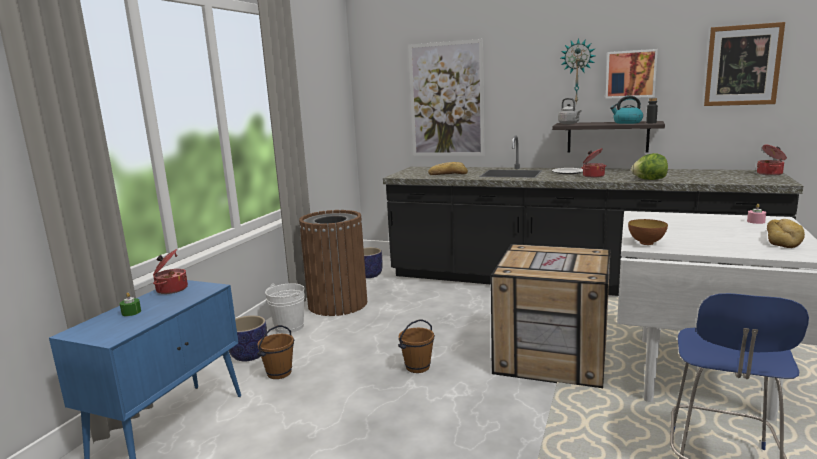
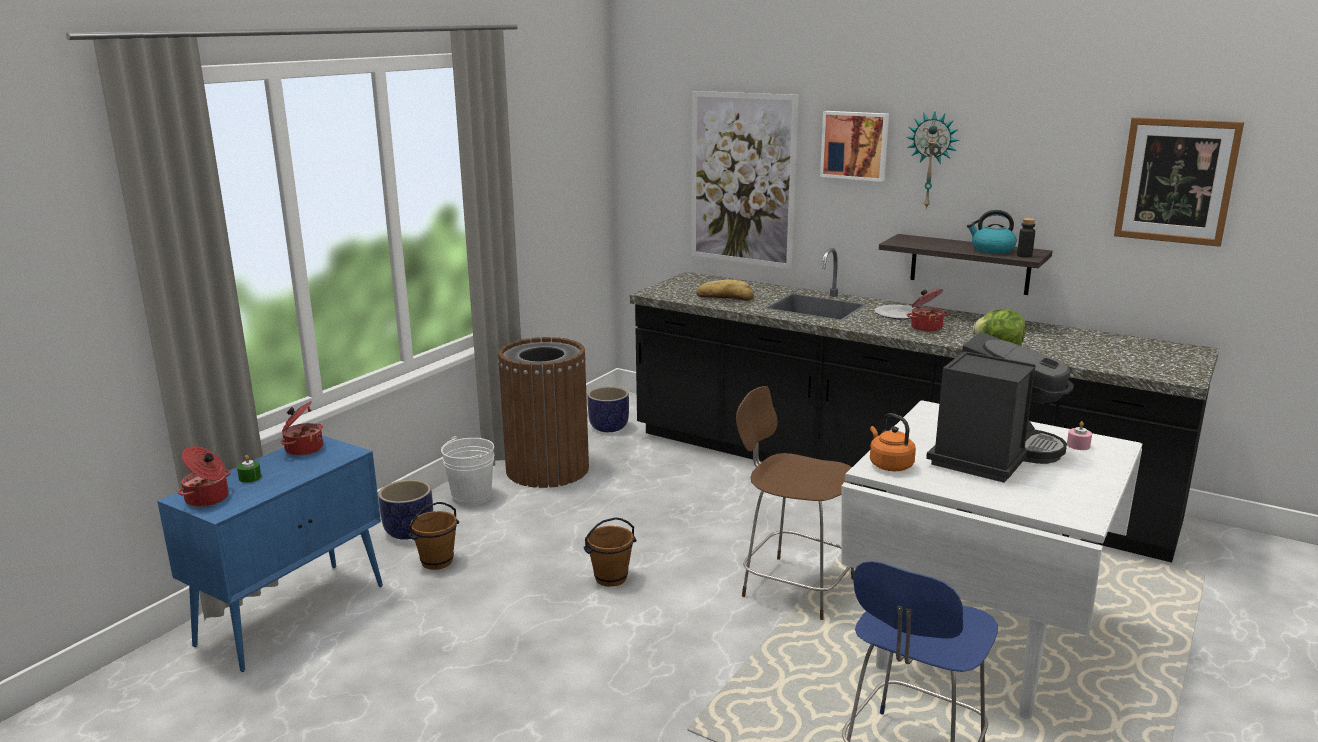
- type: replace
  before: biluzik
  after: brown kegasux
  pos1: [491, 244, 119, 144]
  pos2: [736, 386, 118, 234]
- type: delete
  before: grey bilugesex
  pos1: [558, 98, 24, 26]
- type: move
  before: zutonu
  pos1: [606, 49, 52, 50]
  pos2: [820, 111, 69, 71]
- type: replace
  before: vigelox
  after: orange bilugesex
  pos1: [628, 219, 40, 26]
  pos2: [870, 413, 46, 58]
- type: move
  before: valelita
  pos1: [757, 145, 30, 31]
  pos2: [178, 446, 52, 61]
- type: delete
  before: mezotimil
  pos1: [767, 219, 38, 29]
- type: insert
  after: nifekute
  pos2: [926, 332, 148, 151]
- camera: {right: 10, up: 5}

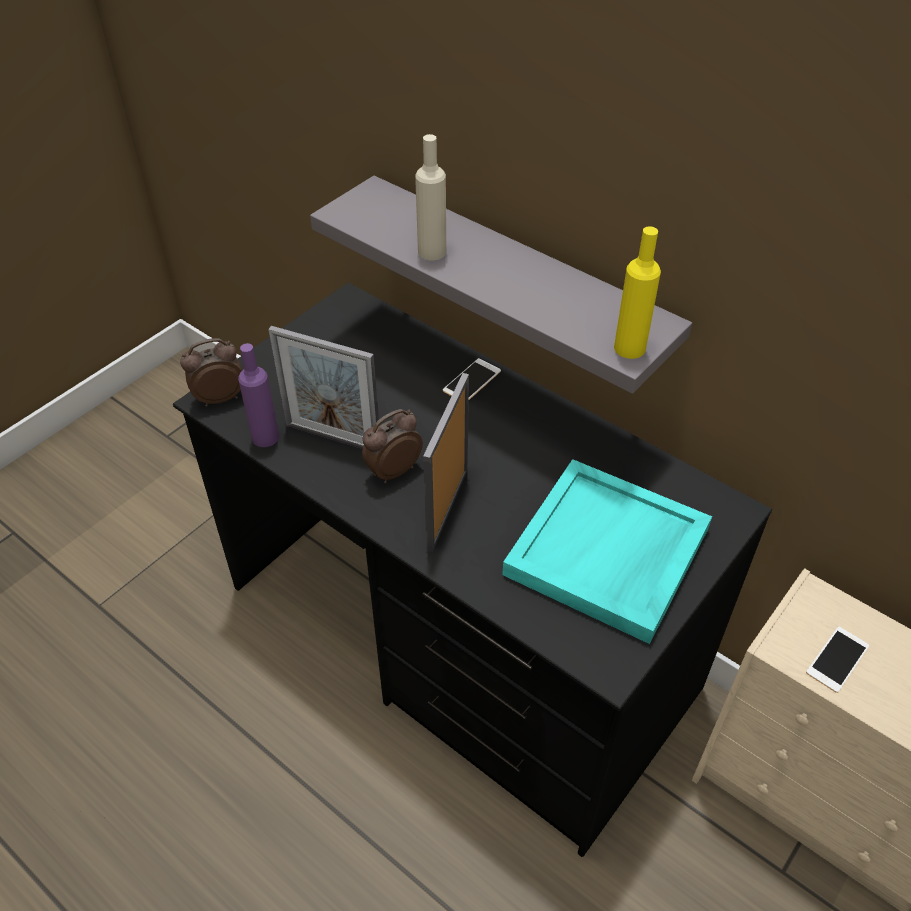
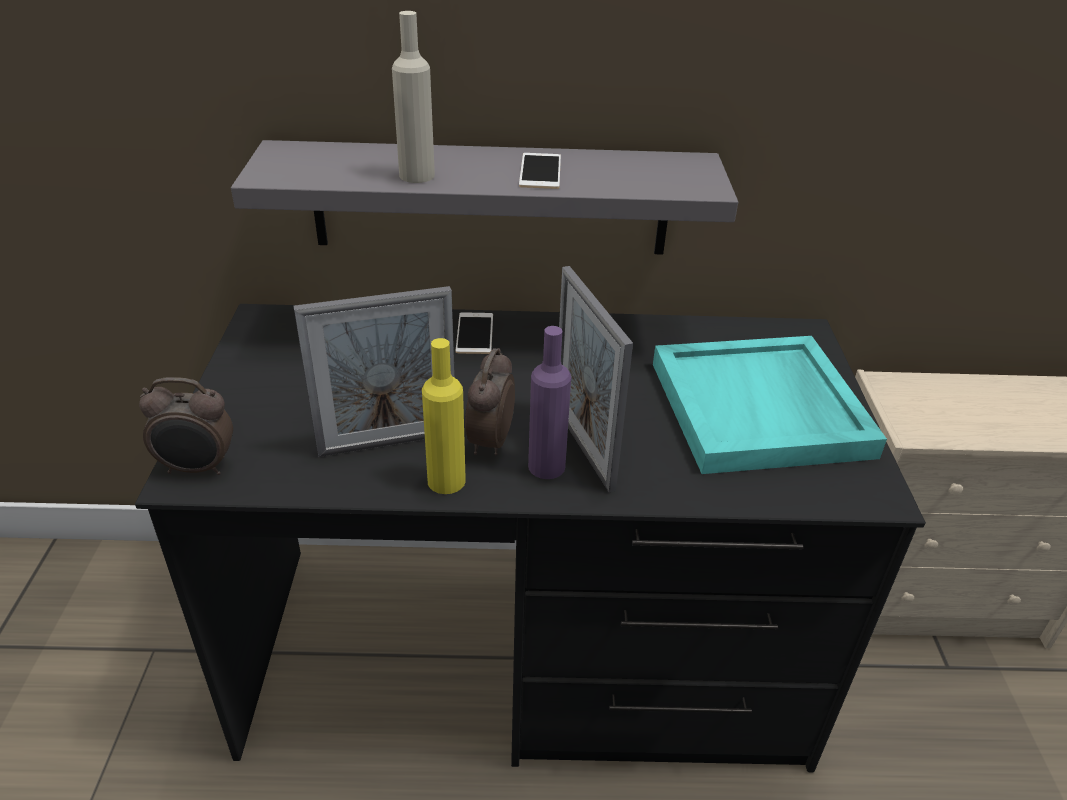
- type: rotate
  before: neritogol
  pos1: [180, 338, 62, 69]
  pos2: [139, 377, 94, 98]
  turn: -120
- type: move
  before: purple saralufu
  pos1: [238, 343, 41, 104]
  pos2: [528, 326, 43, 153]
- type: move
  before: yellow saralufu
  pos1: [614, 226, 47, 133]
  pos2: [422, 338, 44, 156]
- type: move
  before: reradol
  pos1: [806, 627, 63, 66]
  pos2: [519, 153, 42, 36]
- camera: {right: -40, up: -10}

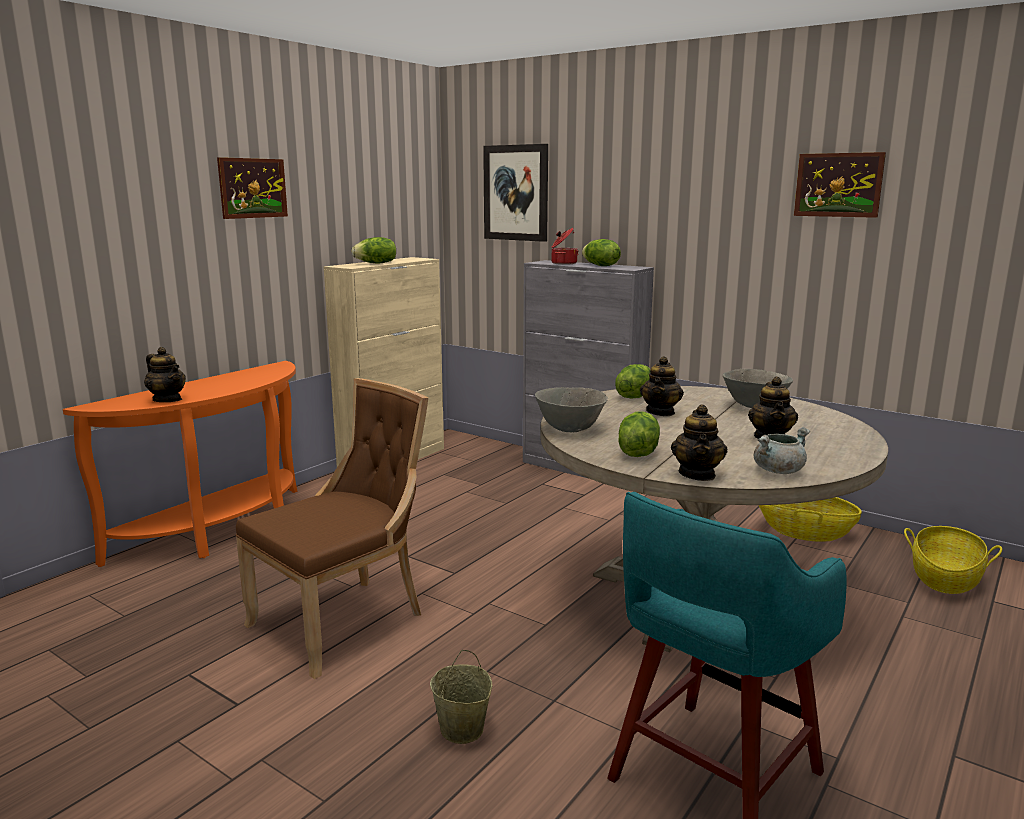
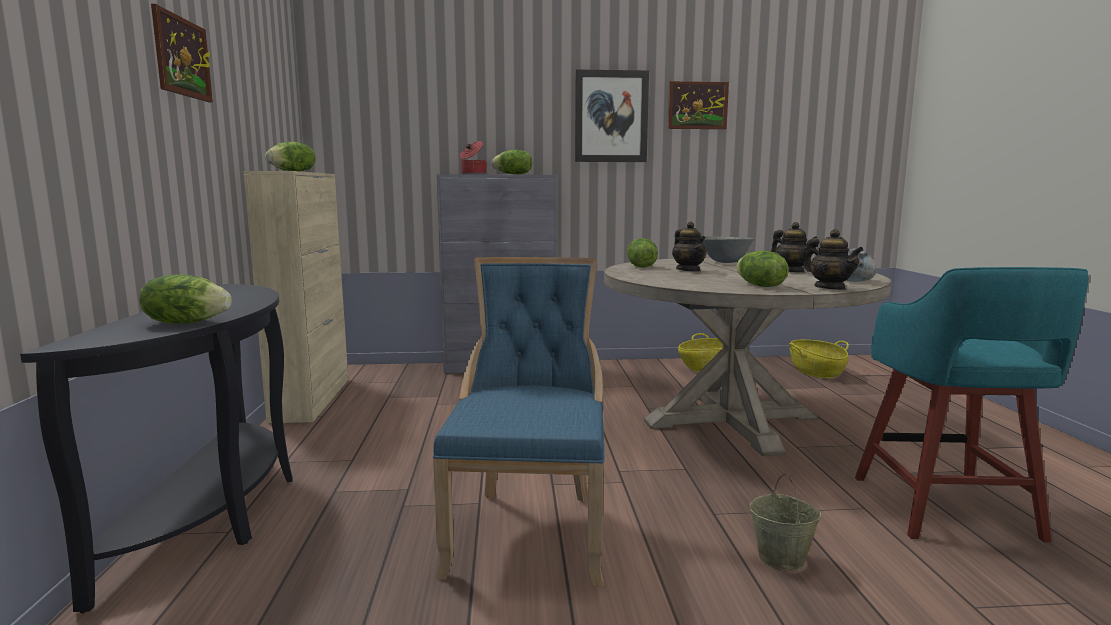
- type: recolor
  before: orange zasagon
  after: black zasagon
  pos1: [63, 361, 234, 206]
  pos2: [20, 284, 273, 329]
- type: replace
  before: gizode
  after: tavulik
  pos1: [144, 347, 42, 55]
  pos2: [139, 275, 93, 49]
- type: recolor
  before: brown kegasux
  after: blue kegasux
  pos1: [236, 378, 192, 301]
  pos2: [433, 257, 171, 329]
- type: move
  before: zutonu
  pos1: [483, 144, 65, 98]
  pos2: [575, 70, 74, 92]
- type: delete
  before: grey vigelox
  pos1: [535, 387, 73, 45]
- camera: {right: -40, up: -5}

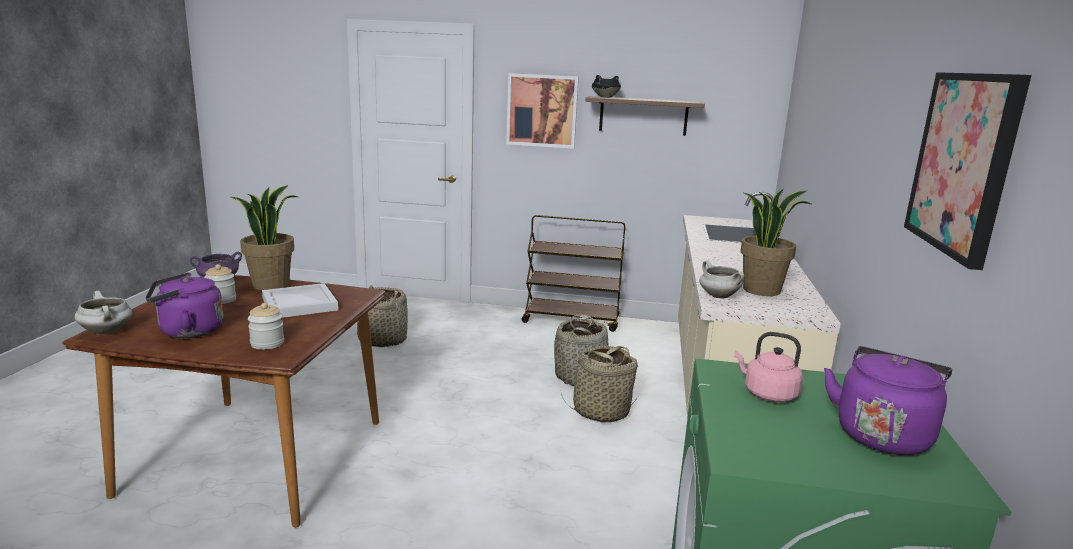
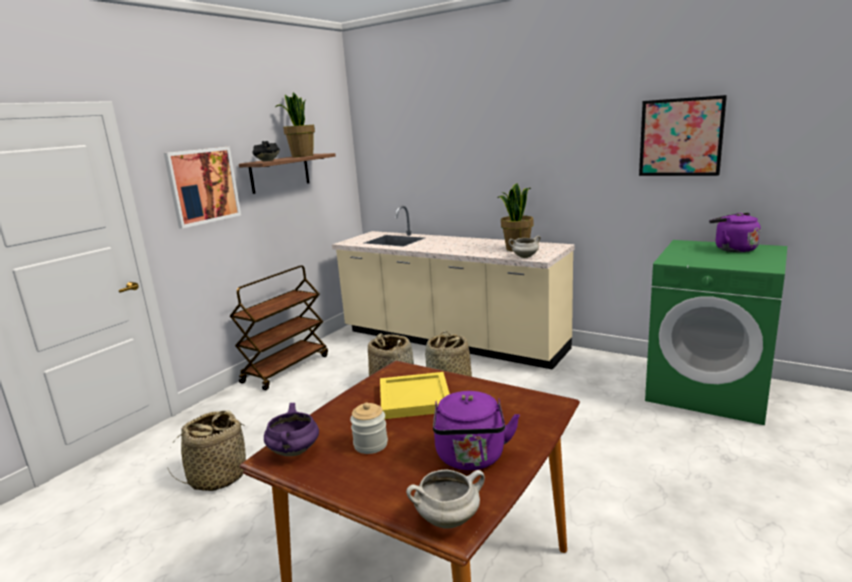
- type: move
  before: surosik
  pos1: [231, 185, 67, 105]
  pos2: [276, 92, 39, 65]
- type: delete
  before: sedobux
  pos1: [248, 303, 36, 47]
- type: recolor
  before: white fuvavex
  after: yellow fuvavex
  pos1: [262, 283, 76, 35]
  pos2: [380, 372, 70, 47]
- type: delete
  before: pink bilugesex
  pos1: [734, 332, 69, 70]
- camera: {right: -65, up: 0}

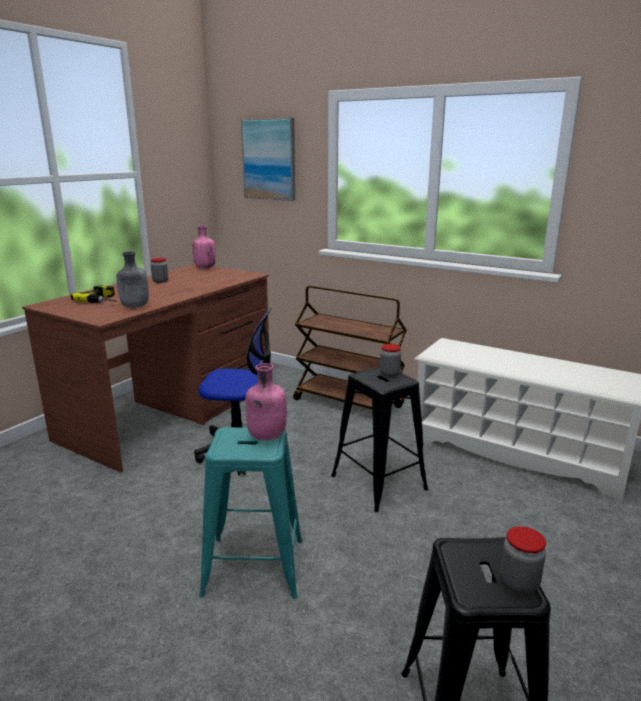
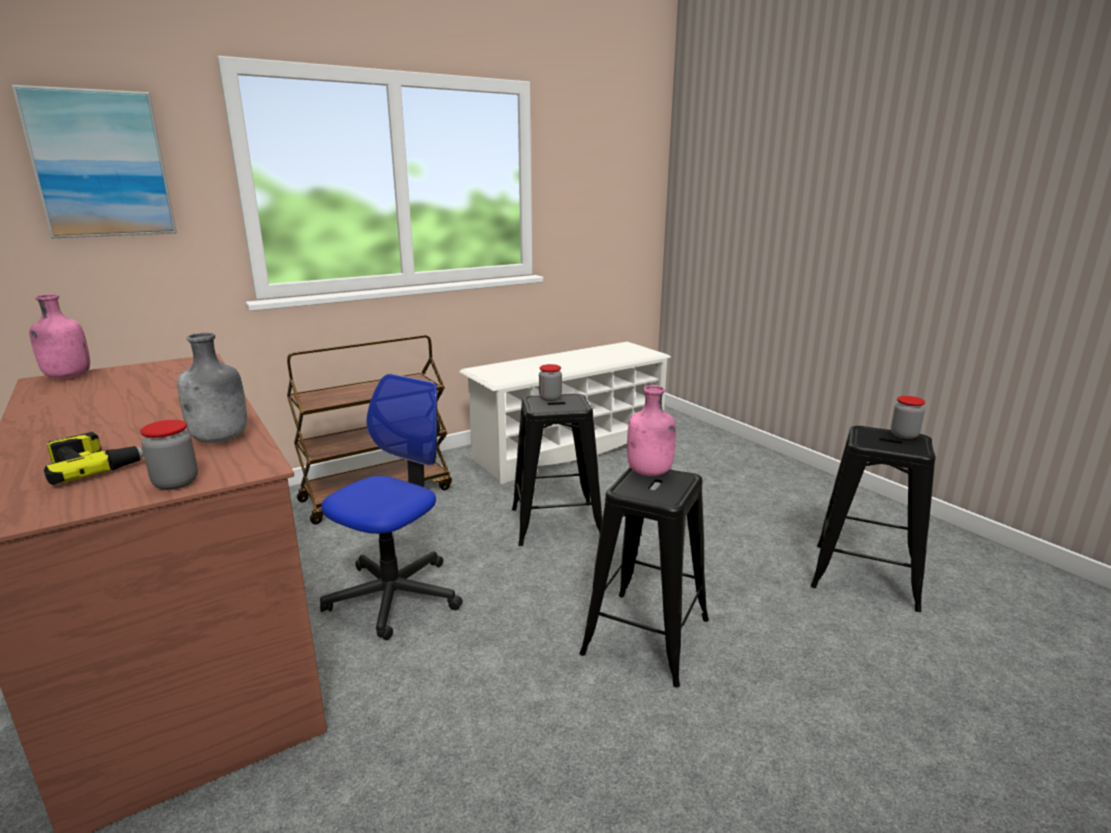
- type: move
  before: sedobux
  pos1: [151, 258, 17, 25]
  pos2: [140, 420, 58, 70]
- type: recolor
  before: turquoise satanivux
  after: black satanivux
  pos1: [199, 427, 103, 172]
  pos2: [579, 467, 130, 220]
- camera: {right: -65, up: 0}

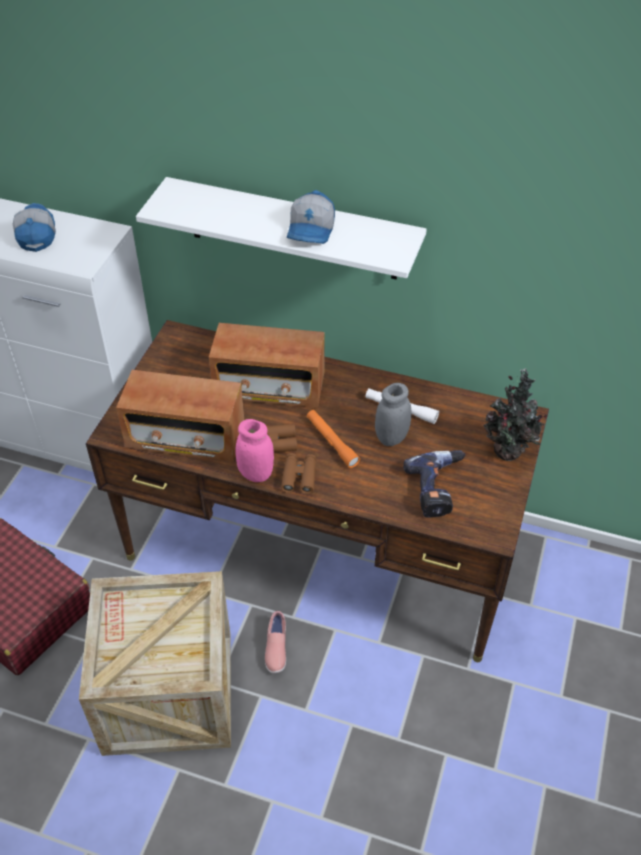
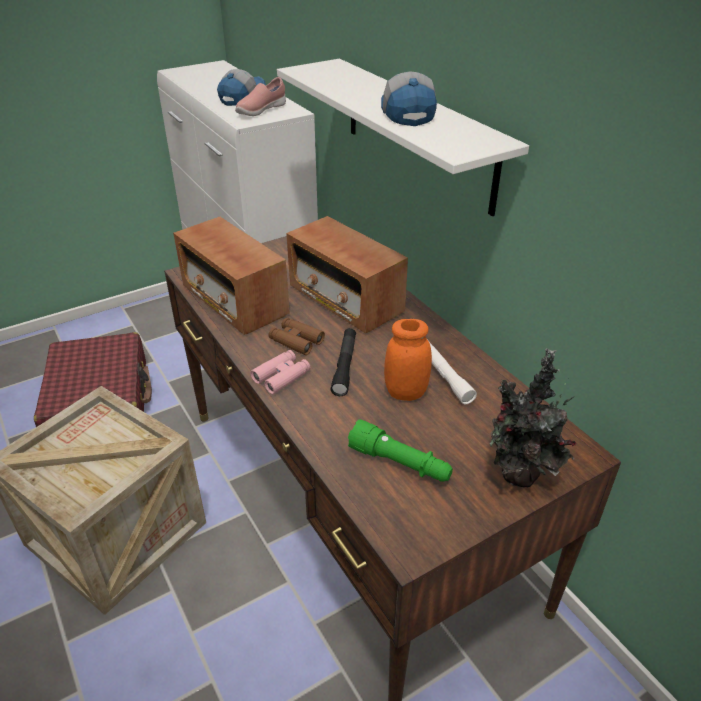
- type: delete
  before: pink sedobux
  pos1: [236, 419, 38, 63]
- type: move
  before: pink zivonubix
  pos1: [265, 611, 21, 62]
  pos2: [235, 77, 51, 39]
- type: recolor
  before: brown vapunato
  after: pink vapunato
  pos1: [281, 453, 35, 41]
  pos2: [250, 350, 61, 44]
- type: rotate
  before: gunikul
  pos1: [287, 190, 48, 54]
  pos2: [381, 71, 56, 55]
  turn: 120
- type: recolor
  before: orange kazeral
  after: black kazeral
  pos1: [307, 410, 53, 58]
  pos2: [331, 328, 25, 68]
- type: recolor
  before: grey sedobux
  after: orange sedobux
  pos1: [375, 383, 36, 63]
  pos2: [384, 319, 48, 82]
- type: replace
  before: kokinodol
  after: green kazeral
  pos1: [403, 450, 63, 68]
  pos2: [348, 419, 105, 62]
- camera: {right: 40, up: -10}

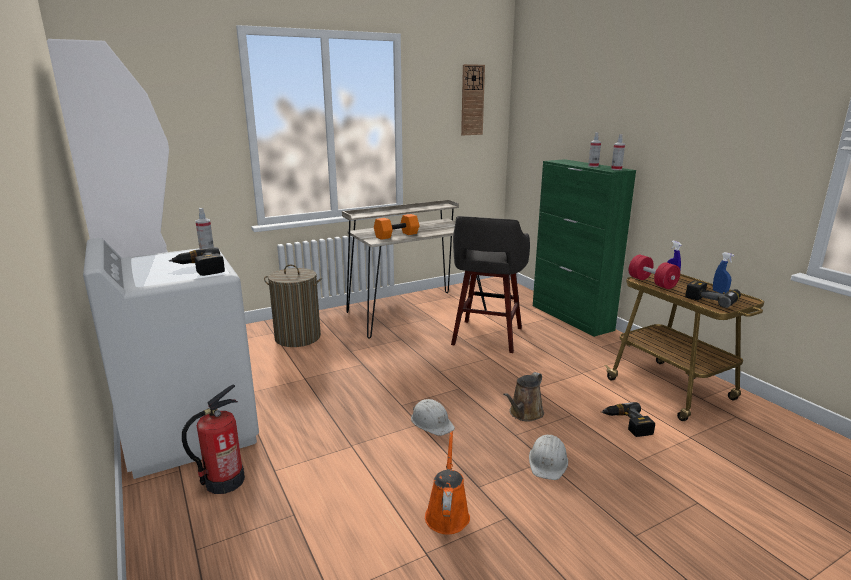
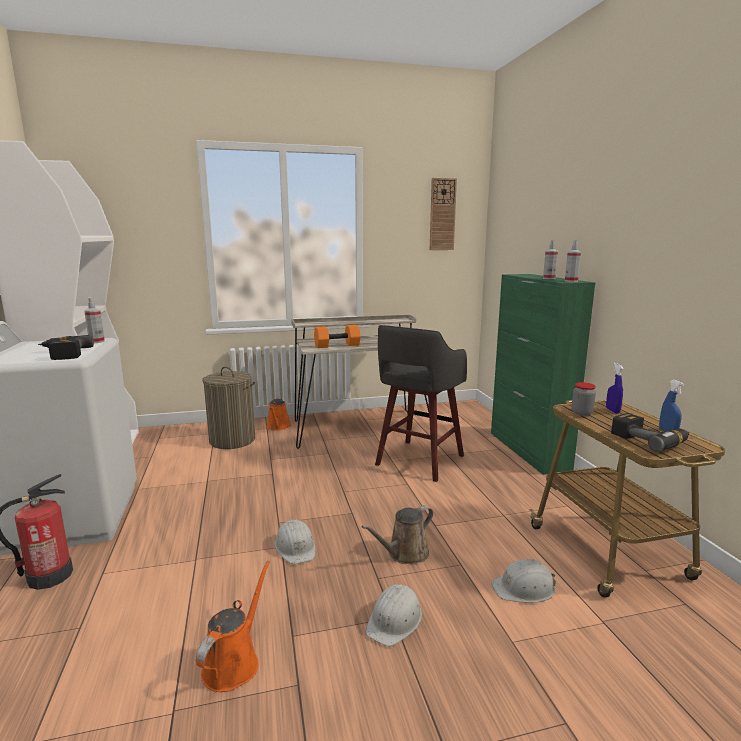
- type: replace
  before: kokinodol
  after: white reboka
  pos1: [601, 402, 54, 35]
  pos2: [491, 559, 65, 44]
- type: replace
  before: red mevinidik
  after: sedobux
  pos1: [629, 255, 51, 34]
  pos2: [572, 382, 24, 34]
- type: insert
  after: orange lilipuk
  pos2: [266, 398, 25, 33]
- camera: {right: 15, up: -5}

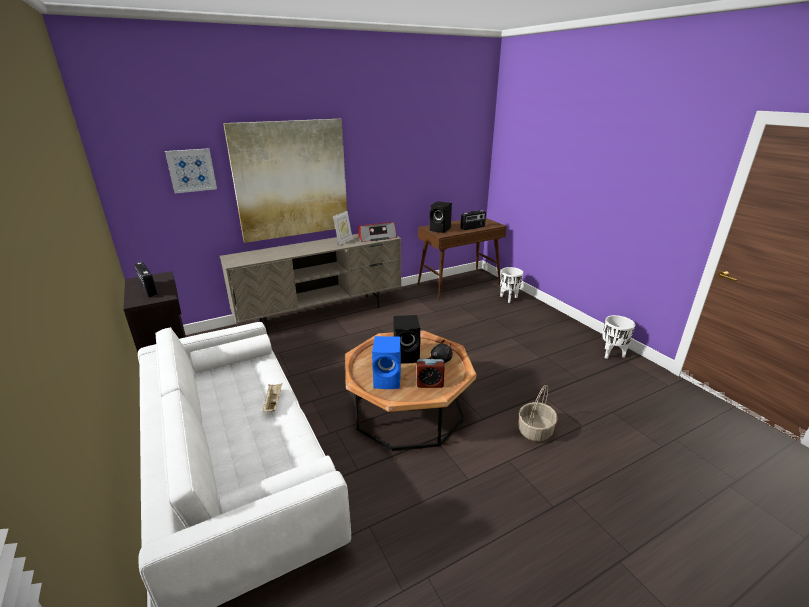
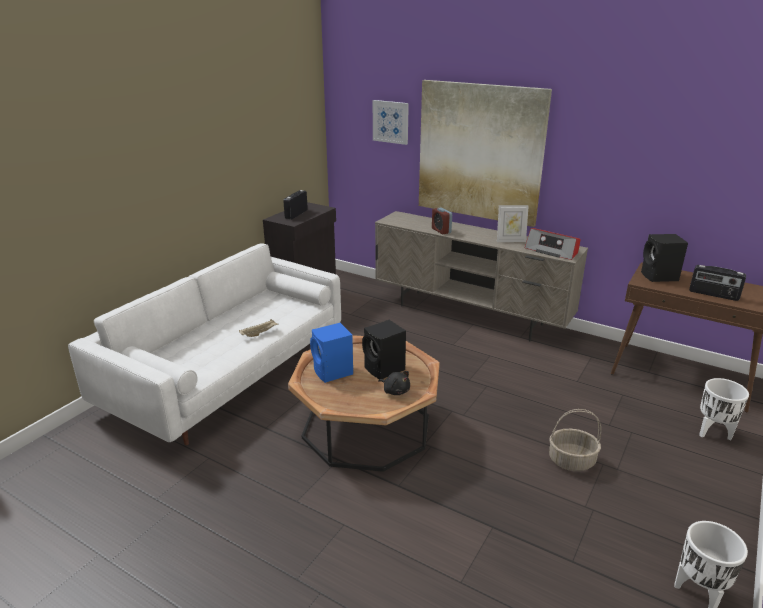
- type: move
  before: neritogol
  pos1: [417, 359, 28, 29]
  pos2: [432, 208, 20, 26]
- type: move
  before: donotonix
  pos1: [519, 385, 39, 56]
  pos2: [549, 409, 52, 62]
- camera: {right: 60, up: 0}

